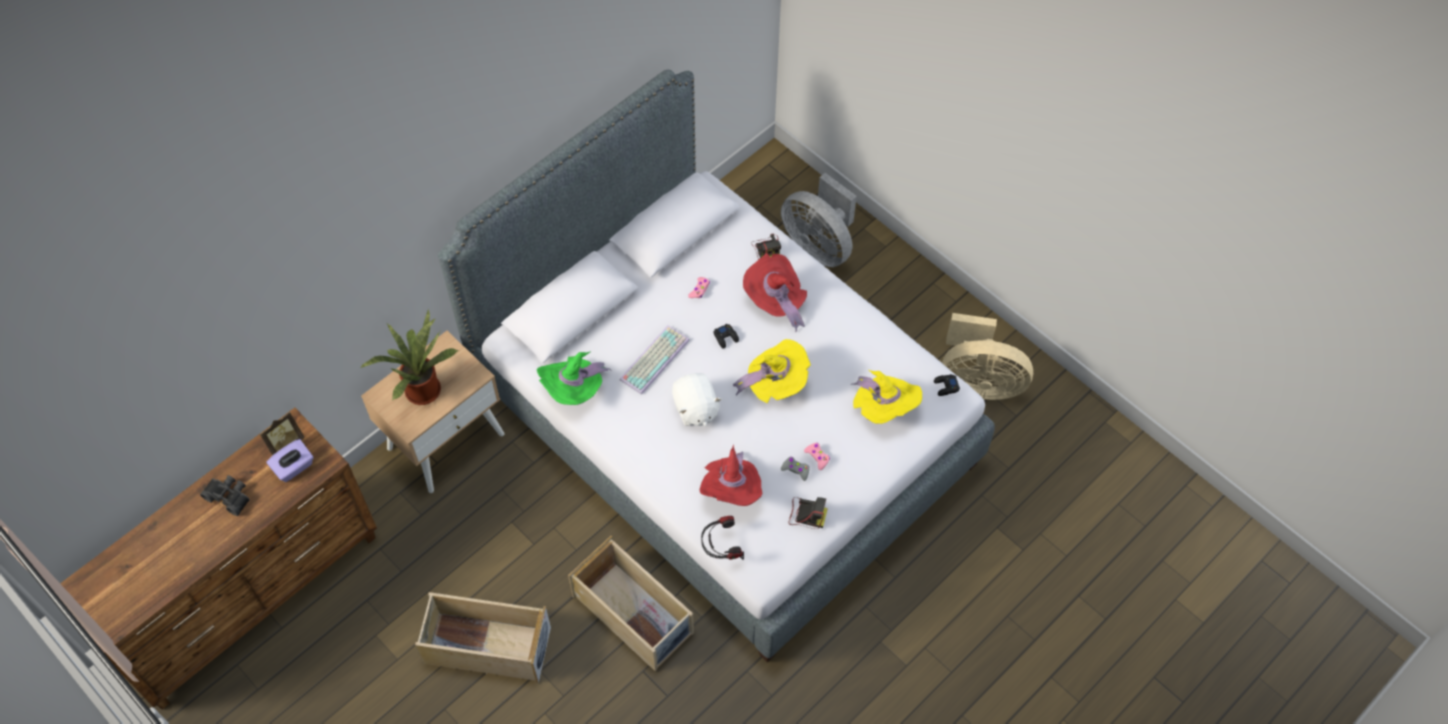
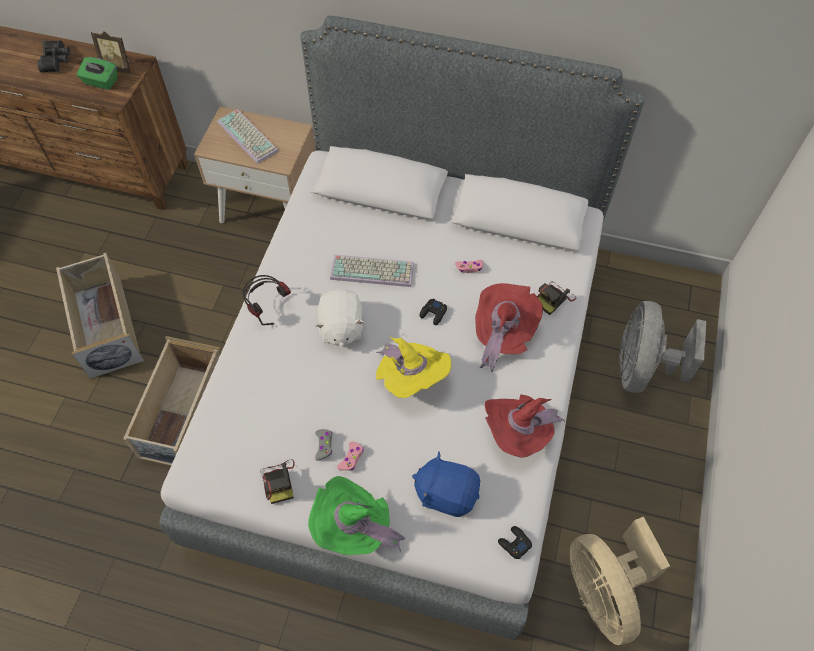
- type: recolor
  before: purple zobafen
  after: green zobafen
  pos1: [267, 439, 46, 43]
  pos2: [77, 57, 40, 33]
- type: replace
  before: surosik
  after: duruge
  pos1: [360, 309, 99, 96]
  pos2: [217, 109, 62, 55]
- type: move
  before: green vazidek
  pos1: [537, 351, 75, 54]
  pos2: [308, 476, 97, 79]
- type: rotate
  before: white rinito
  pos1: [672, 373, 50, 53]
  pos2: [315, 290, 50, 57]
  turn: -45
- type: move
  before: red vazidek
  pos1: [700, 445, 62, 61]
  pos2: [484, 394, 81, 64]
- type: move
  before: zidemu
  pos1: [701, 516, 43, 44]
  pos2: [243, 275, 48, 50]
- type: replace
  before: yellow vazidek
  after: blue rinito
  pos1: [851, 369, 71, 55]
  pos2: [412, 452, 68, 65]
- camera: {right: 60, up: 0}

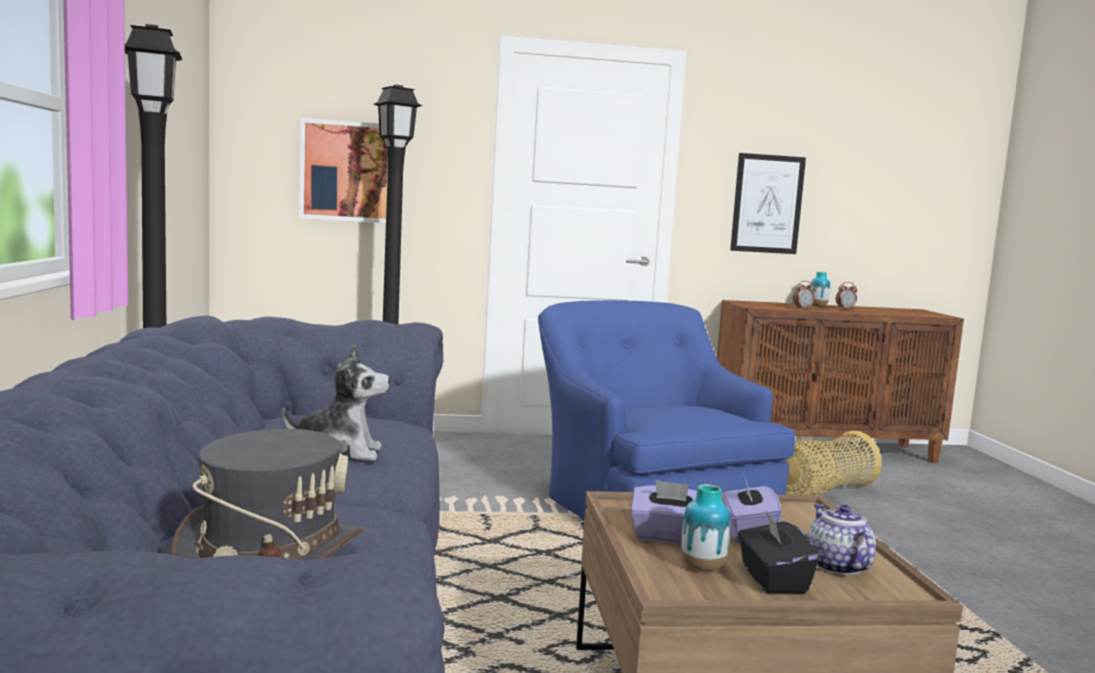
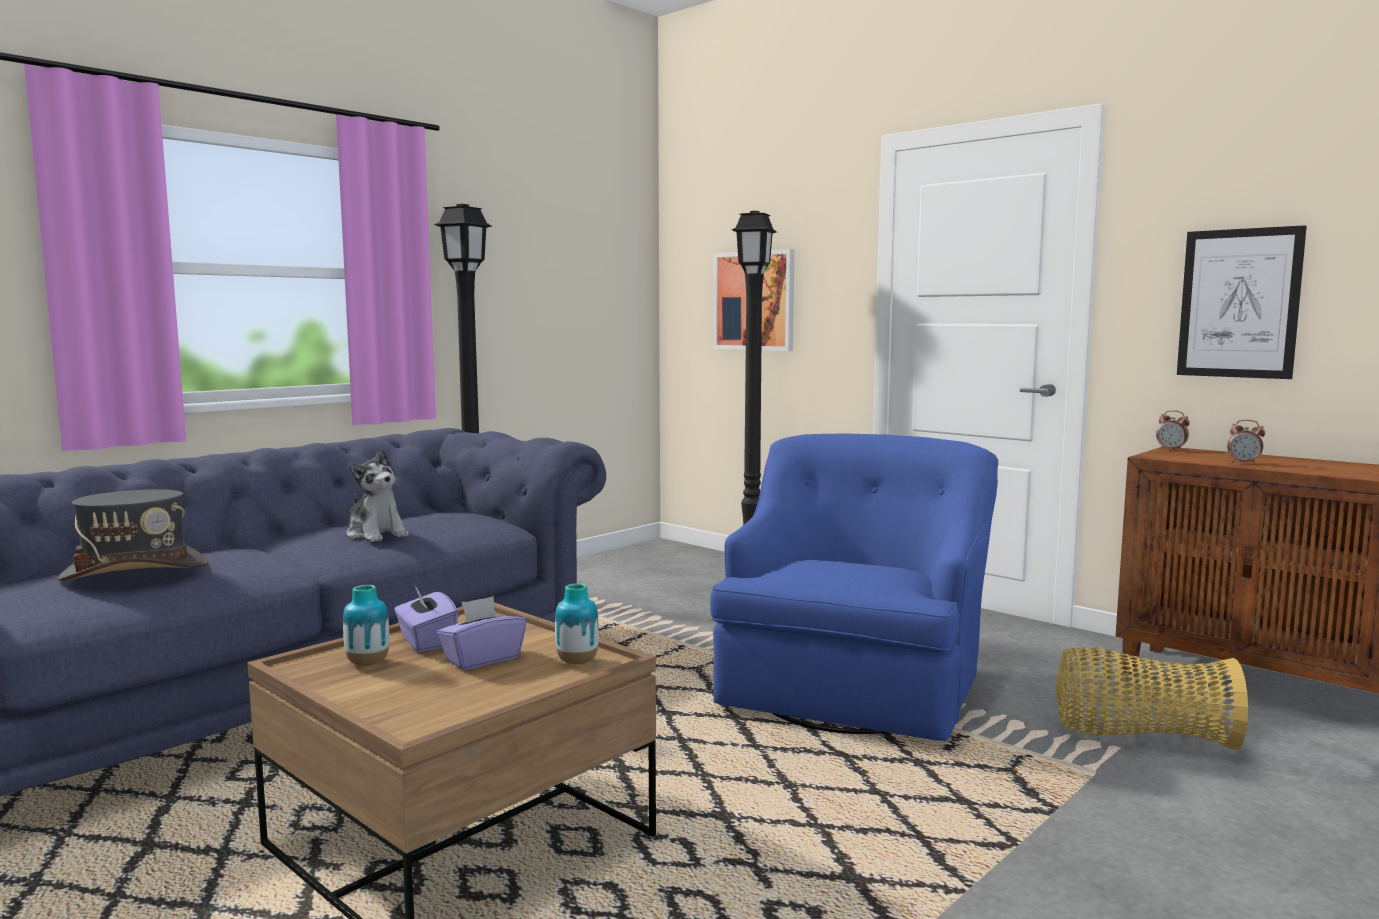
- type: delete
  before: black zobafen
  pos1: [738, 509, 81, 85]
- type: delete
  before: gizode
  pos1: [807, 504, 69, 71]
- type: move
  before: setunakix
  pos1: [811, 272, 19, 35]
  pos2: [555, 584, 44, 80]
- type: move
  before: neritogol
  pos1: [836, 282, 21, 28]
  pos2: [1156, 410, 34, 41]
- camera: {right: 50, up: 0}

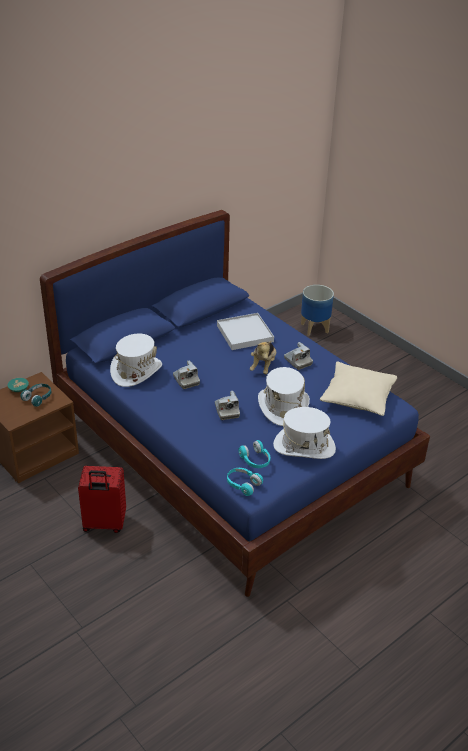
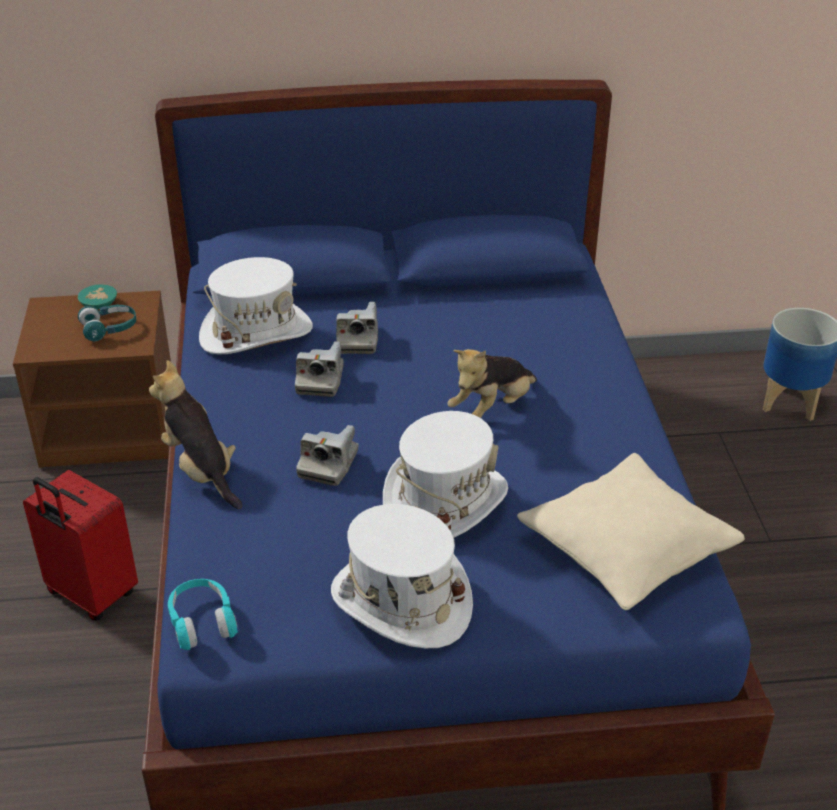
- type: delete
  before: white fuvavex
  pos1: [217, 313, 57, 37]
- type: delete
  before: turquoise zidemu
  pos1: [238, 440, 32, 28]
- type: move
  before: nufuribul
  pos1: [284, 342, 29, 28]
  pos2: [336, 302, 42, 52]
- type: insert
  after: rinito
  pos2: [149, 360, 94, 149]
- camera: {right: 35, up: 0}

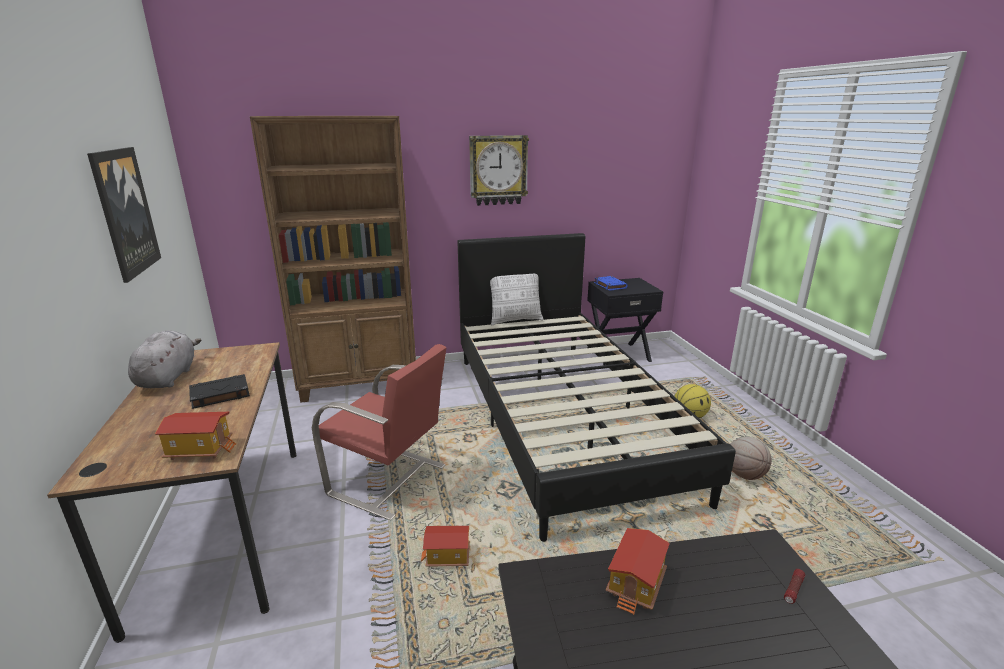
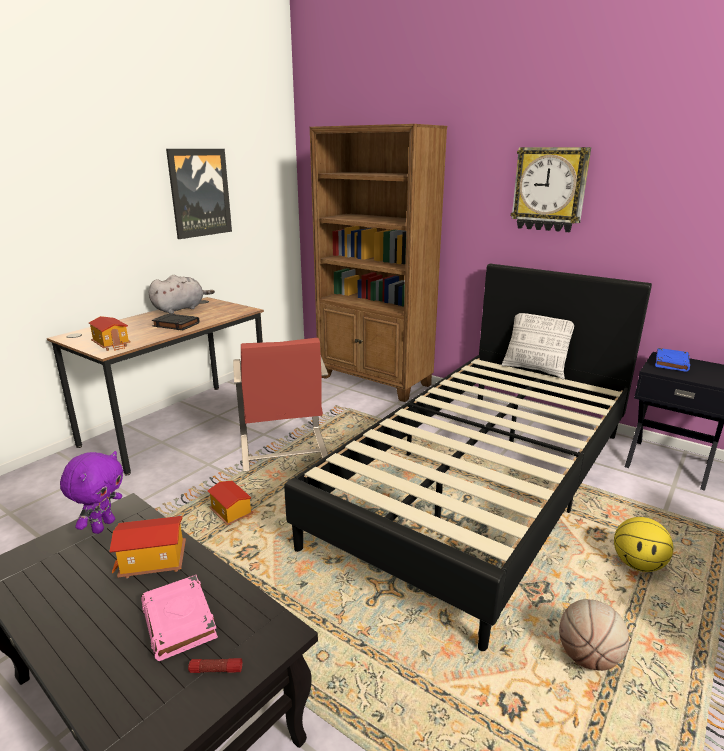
- type: insert
  after: purple rinito
  pos2: [60, 451, 63, 83]
- type: insert
  after: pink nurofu
  pos2: [141, 575, 77, 86]
- camera: {right: 50, up: 0}

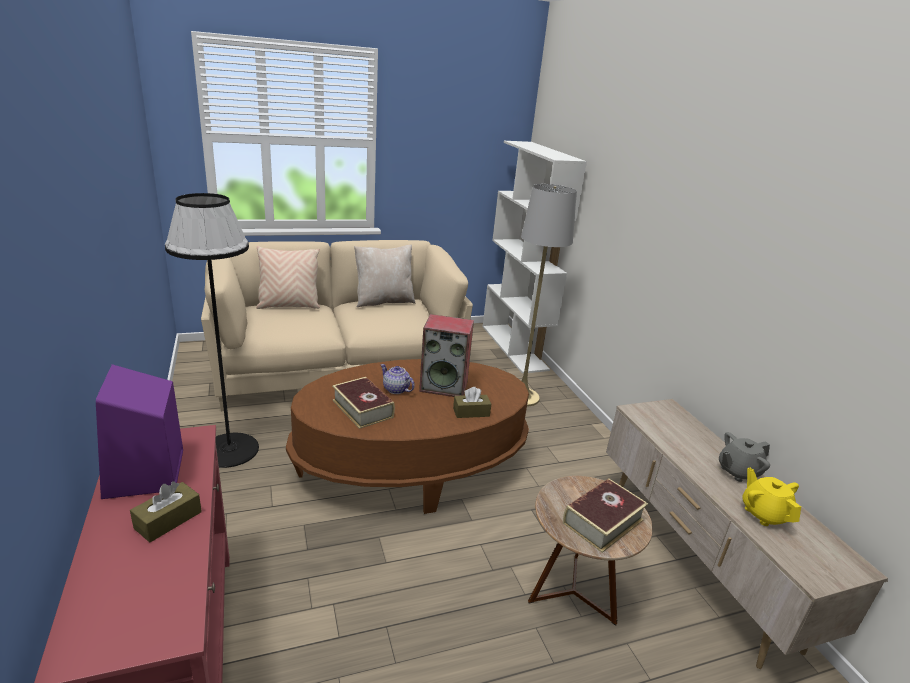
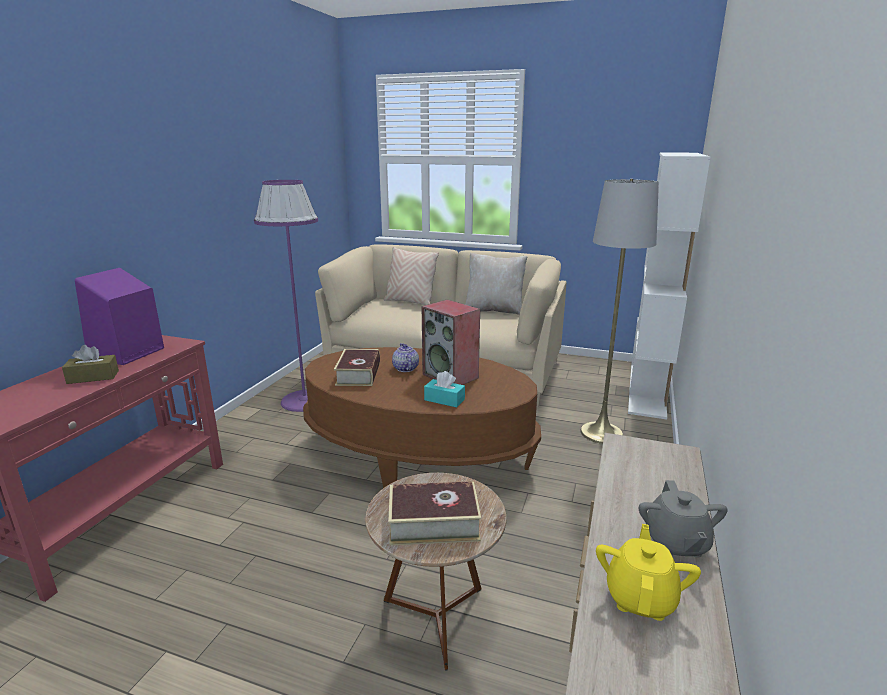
- type: recolor
  before: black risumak
  after: purple risumak
  pos1: [165, 193, 94, 275]
  pos2: [254, 180, 64, 232]
- type: recolor
  before: brown zobafen
  after: turquoise zobafen
  pos1: [453, 387, 38, 31]
  pos2: [424, 371, 41, 37]
- type: rotate
  before: grey gizode
  pos1: [719, 432, 51, 50]
  pos2: [639, 480, 89, 78]
  turn: -105
- camera: {right: 40, up: -5}

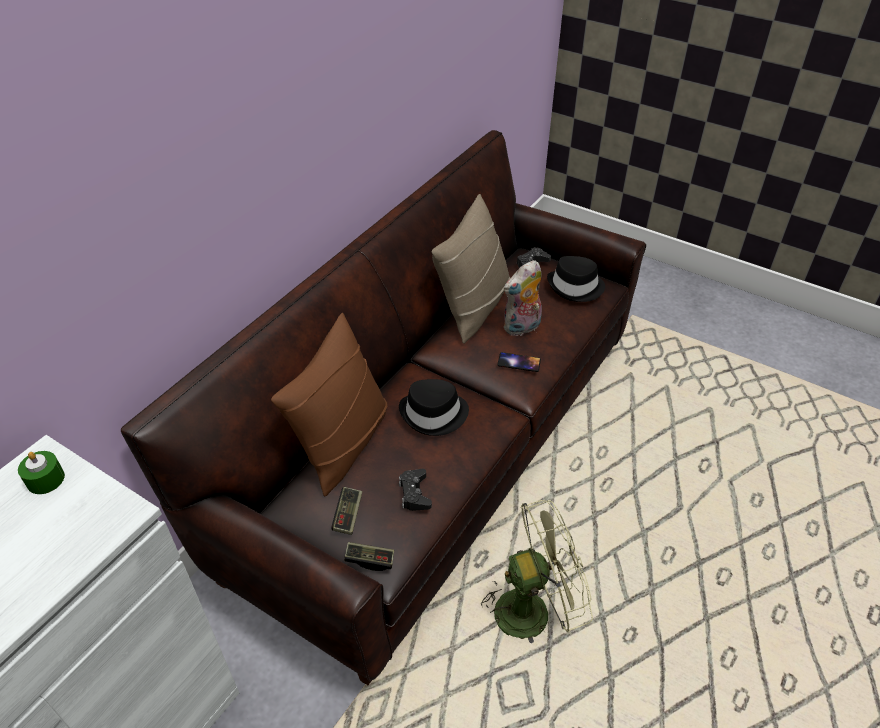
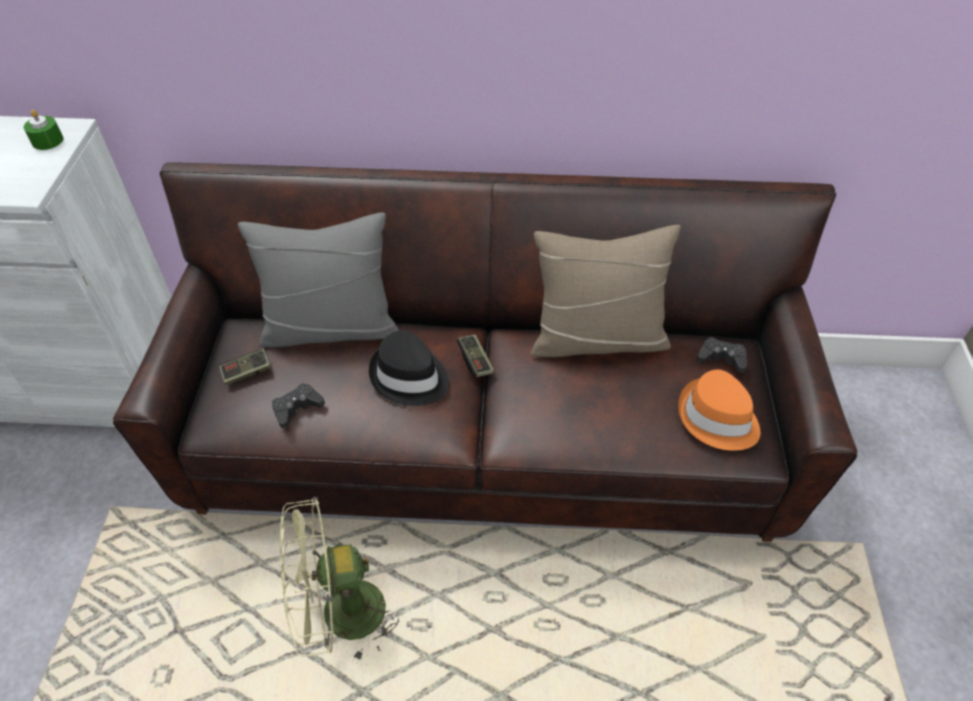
- type: recolor
  before: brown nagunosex
  after: grey nagunosex
  pos1: [271, 313, 117, 183]
  pos2: [238, 213, 161, 134]
- type: move
  before: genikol
  pos1: [344, 542, 50, 29]
  pos2: [457, 335, 37, 42]
- type: rotate
  before: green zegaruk
  pos1: [481, 500, 112, 143]
  pos2: [280, 496, 119, 168]
  turn: 120
- type: delete
  before: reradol
  pos1: [497, 352, 44, 20]
- type: delete
  before: rinito
  pos1: [504, 260, 38, 77]
- type: recolor
  before: black vazidek
  after: orange vazidek
  pos1: [547, 256, 58, 46]
  pos2: [678, 369, 82, 82]
- camera: {right: 60, up: 5}

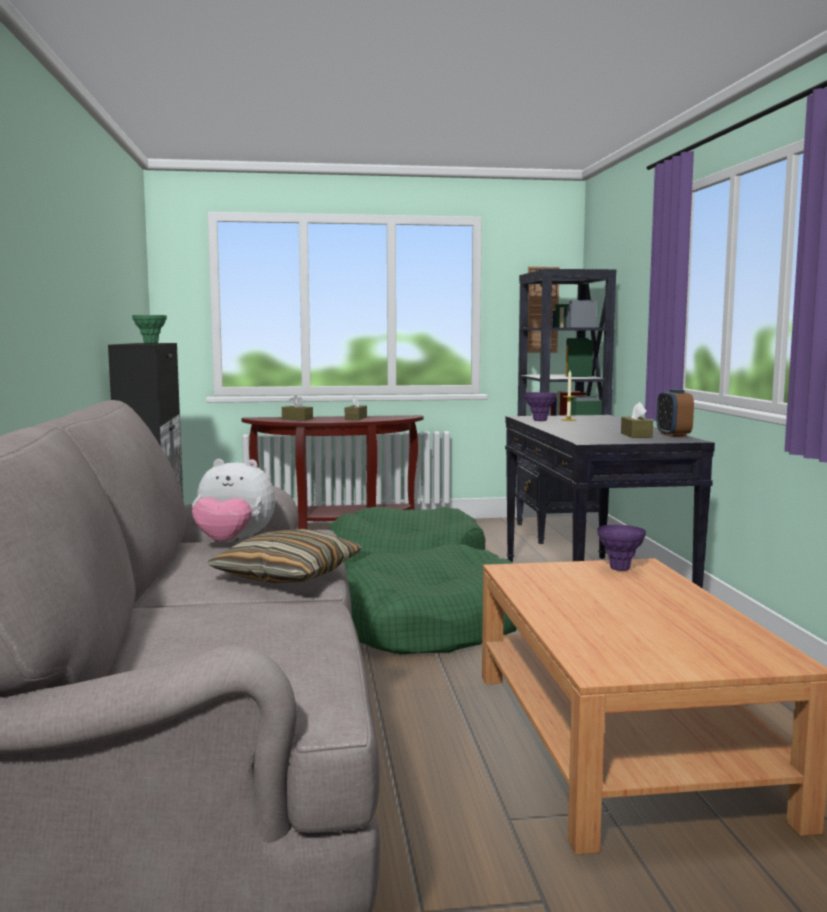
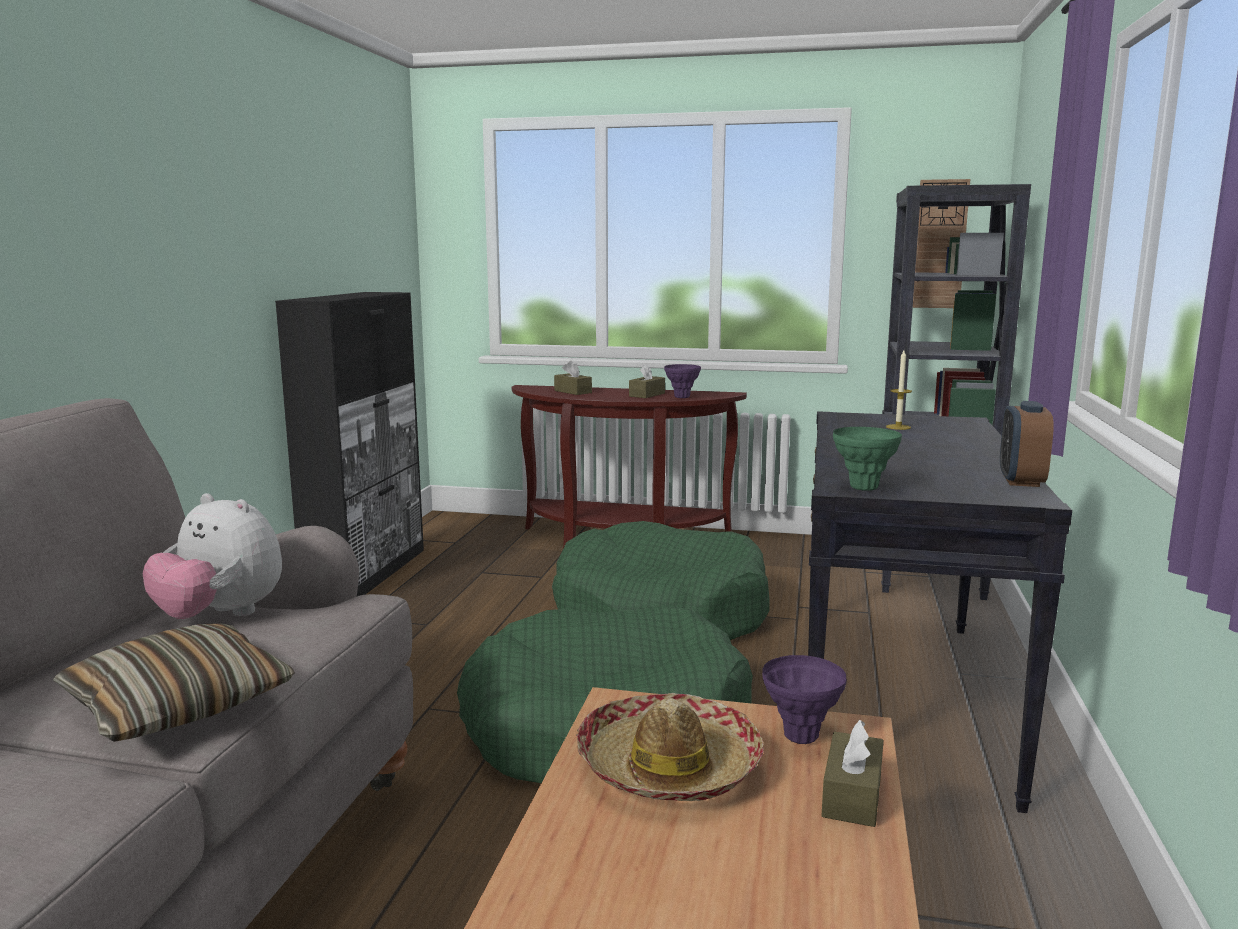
- type: move
  before: green setunakix
  pos1: [132, 315, 35, 29]
  pos2: [833, 427, 69, 64]
- type: move
  before: purple setunakix
  pos1: [524, 392, 33, 29]
  pos2: [664, 364, 37, 34]
- type: move
  before: brown zobafen
  pos1: [621, 402, 32, 36]
  pos2: [821, 720, 62, 107]
- type: insert
  after: vazidek
  pos2: [576, 693, 188, 108]
- camera: {right: 20, up: 5}

